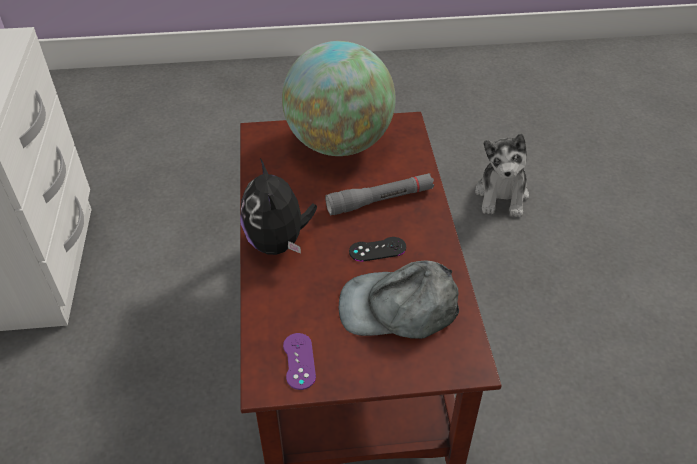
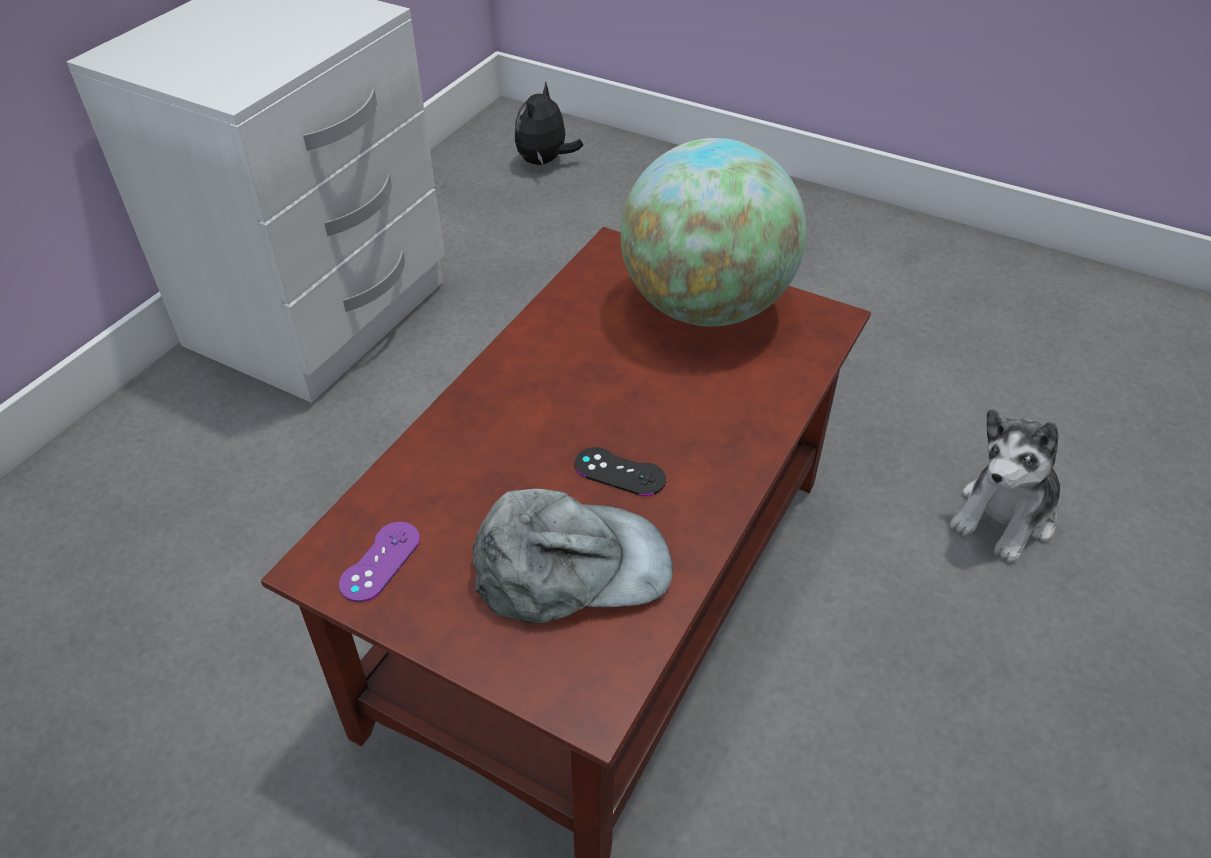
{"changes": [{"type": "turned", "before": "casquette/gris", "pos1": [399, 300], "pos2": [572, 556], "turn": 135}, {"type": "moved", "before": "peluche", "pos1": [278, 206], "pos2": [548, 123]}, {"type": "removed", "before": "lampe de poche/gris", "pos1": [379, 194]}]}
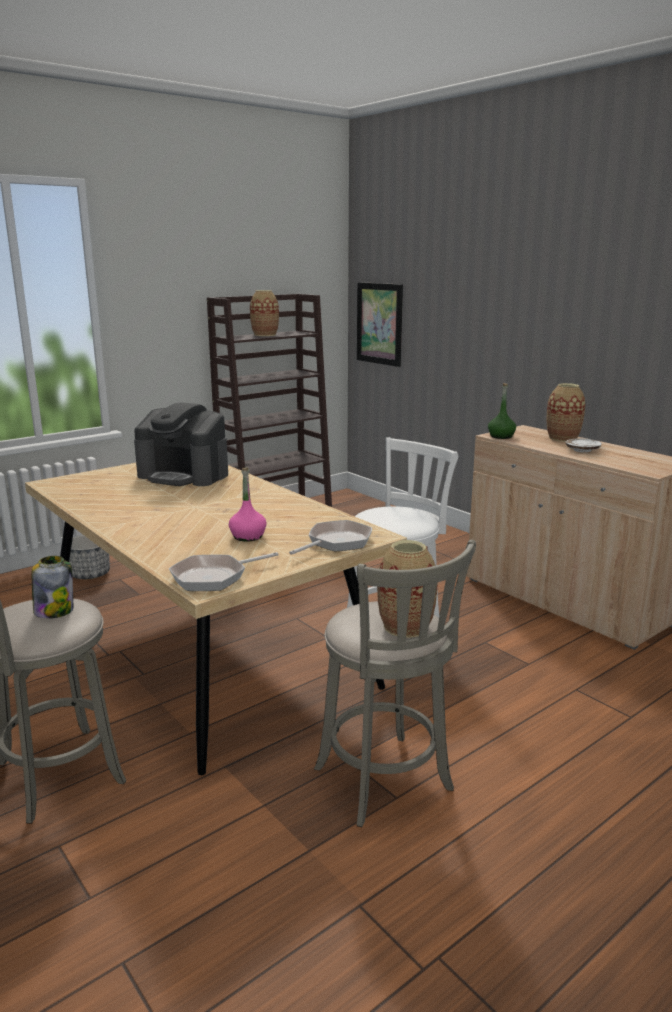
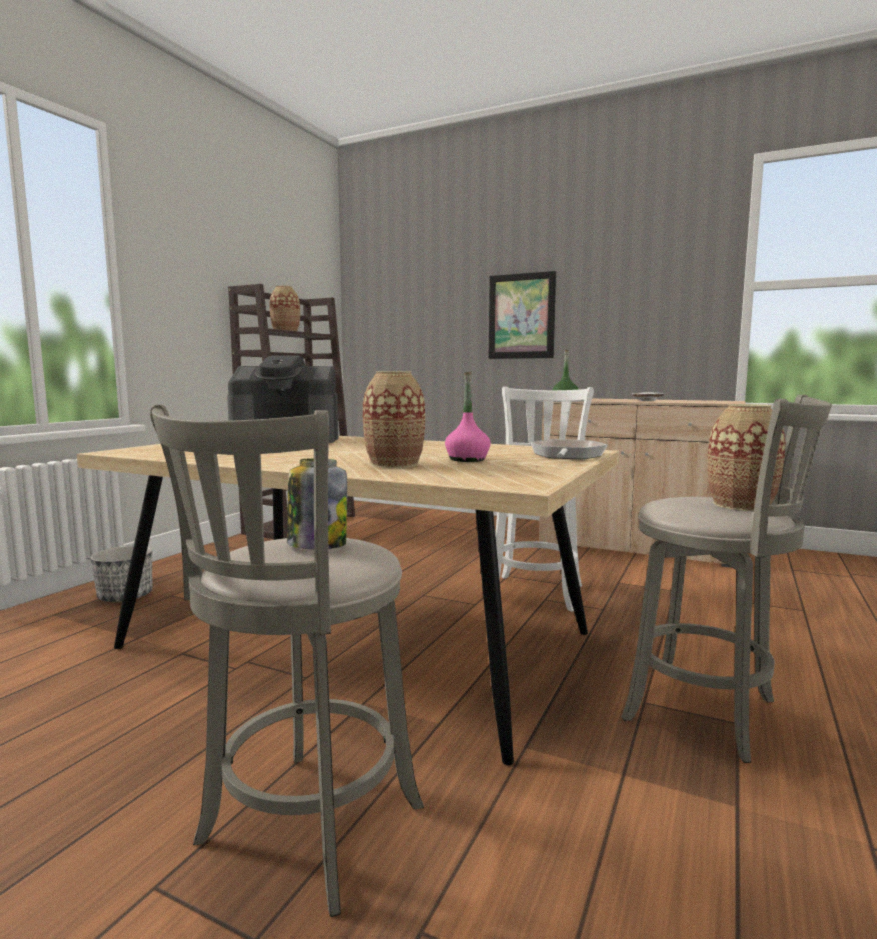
{"changes": [{"type": "moved", "before": "vase", "pos1": [565, 412], "pos2": [394, 419]}, {"type": "moved", "before": "tableau", "pos1": [380, 324], "pos2": [522, 315]}, {"type": "removed", "before": "poêle", "pos1": [224, 571]}]}
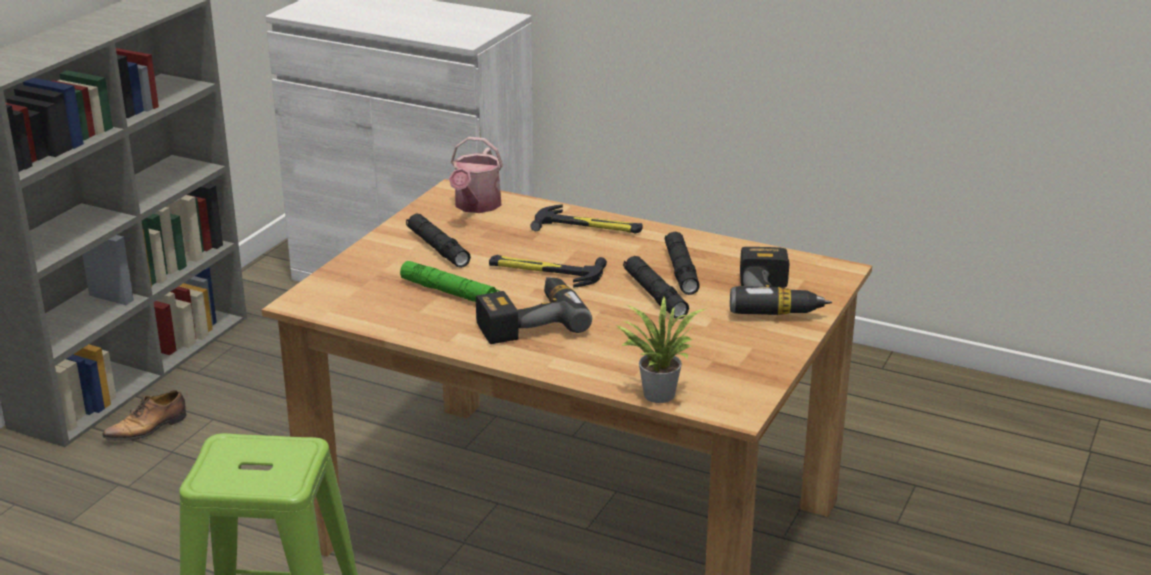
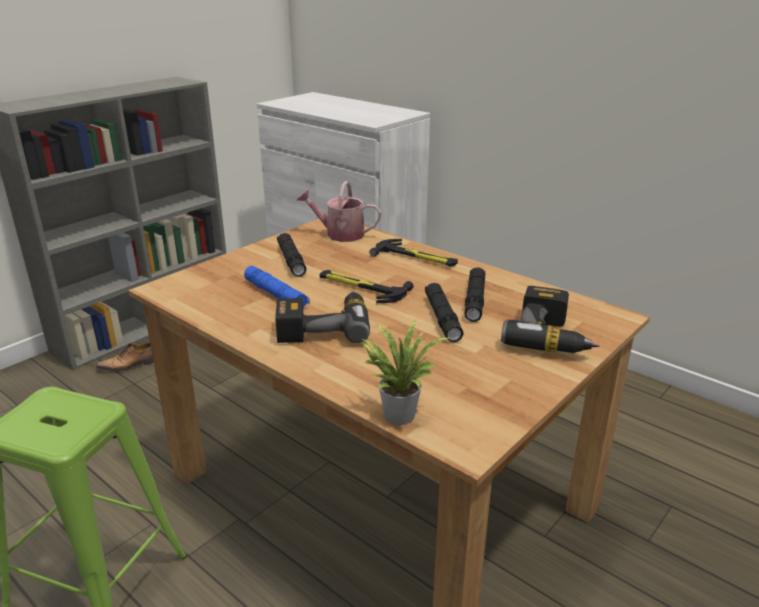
{"changes": [{"type": "recoloured", "before": "lampe de poche/vert", "after": "lampe de poche/bleu", "pos1": [450, 281], "pos2": [277, 287]}, {"type": "turned", "before": "arrosoir", "pos1": [476, 175], "pos2": [339, 211], "turn": 75}]}
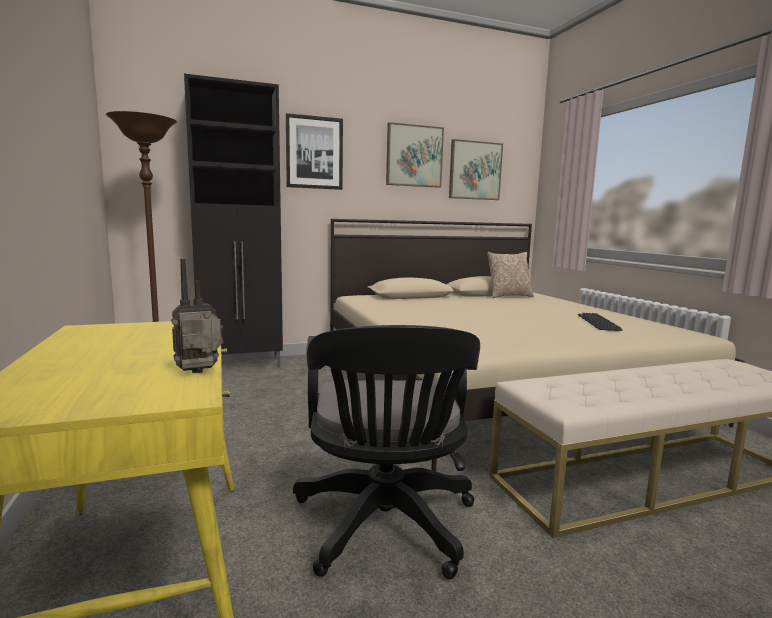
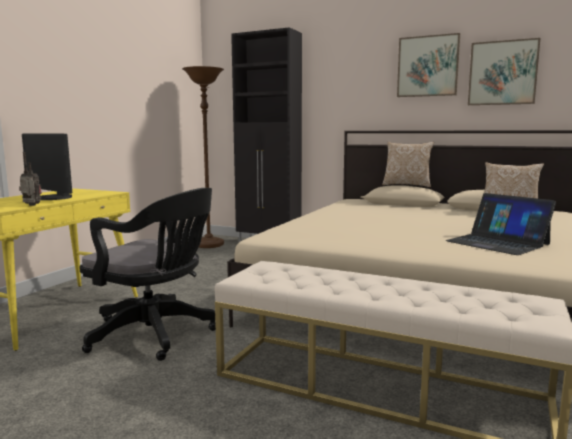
{"changes": [{"type": "added", "after": "écran d'ordinateur", "pos2": [47, 167]}, {"type": "turned", "before": "chaise de bureau/noir", "pos1": [386, 452], "pos2": [147, 274], "turn": -105}, {"type": "added", "after": "coussin", "pos2": [408, 164]}, {"type": "replaced", "before": "clavier", "after": "ordinateur portable", "pos1": [600, 322], "pos2": [501, 224]}, {"type": "removed", "before": "tableau", "pos1": [314, 151]}]}
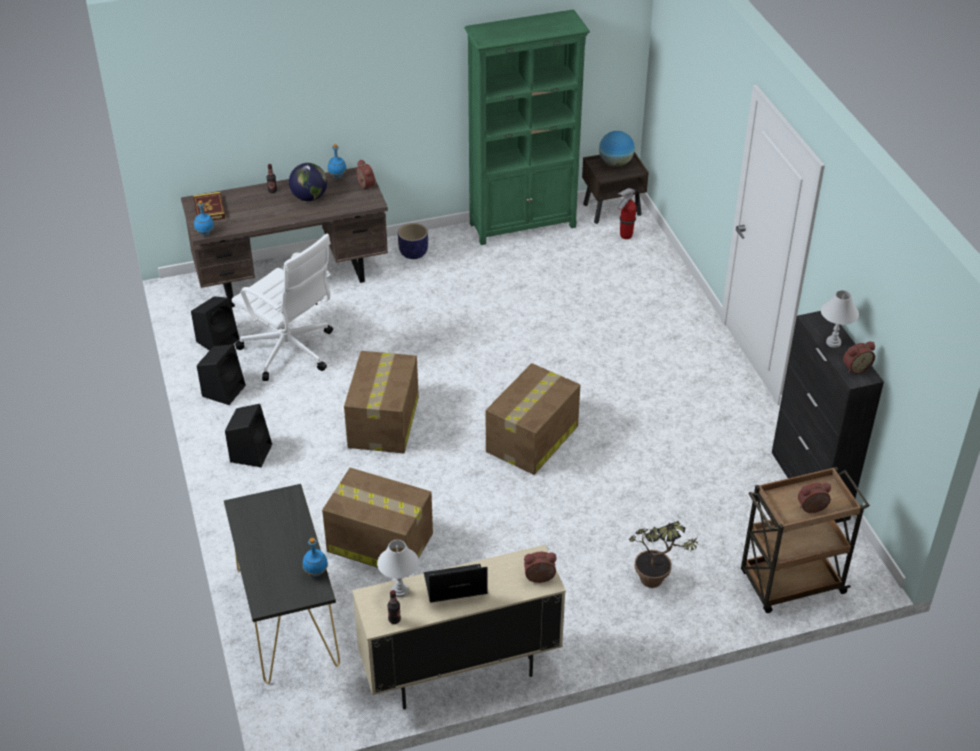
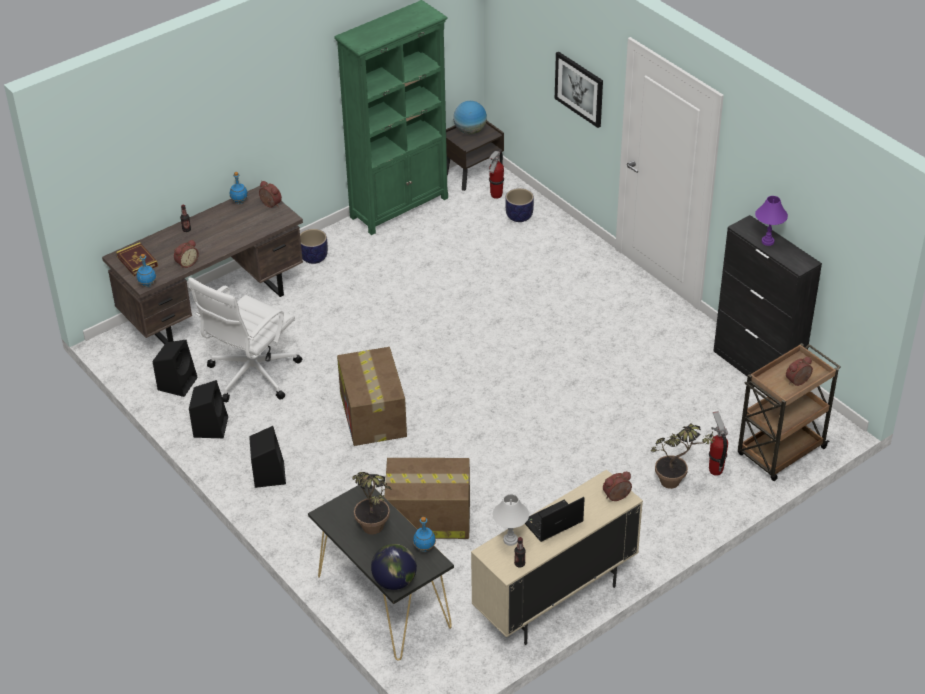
{"changes": [{"type": "moved", "before": "réveil", "pos1": [859, 357], "pos2": [186, 254]}, {"type": "turned", "before": "chaise de bureau/blanc", "pos1": [282, 307], "pos2": [245, 339], "turn": 105}, {"type": "added", "after": "plante en pot", "pos2": [372, 503]}, {"type": "moved", "before": "globe", "pos1": [308, 182], "pos2": [394, 567]}, {"type": "added", "after": "cache-pot", "pos2": [519, 205]}, {"type": "added", "after": "tableau", "pos2": [579, 90]}, {"type": "added", "after": "extincteur", "pos2": [718, 443]}, {"type": "recoloured", "before": "lampe de table/blanc", "after": "lampe de table/violet", "pos1": [840, 319], "pos2": [771, 221]}, {"type": "removed", "before": "carton", "pos1": [533, 419]}]}
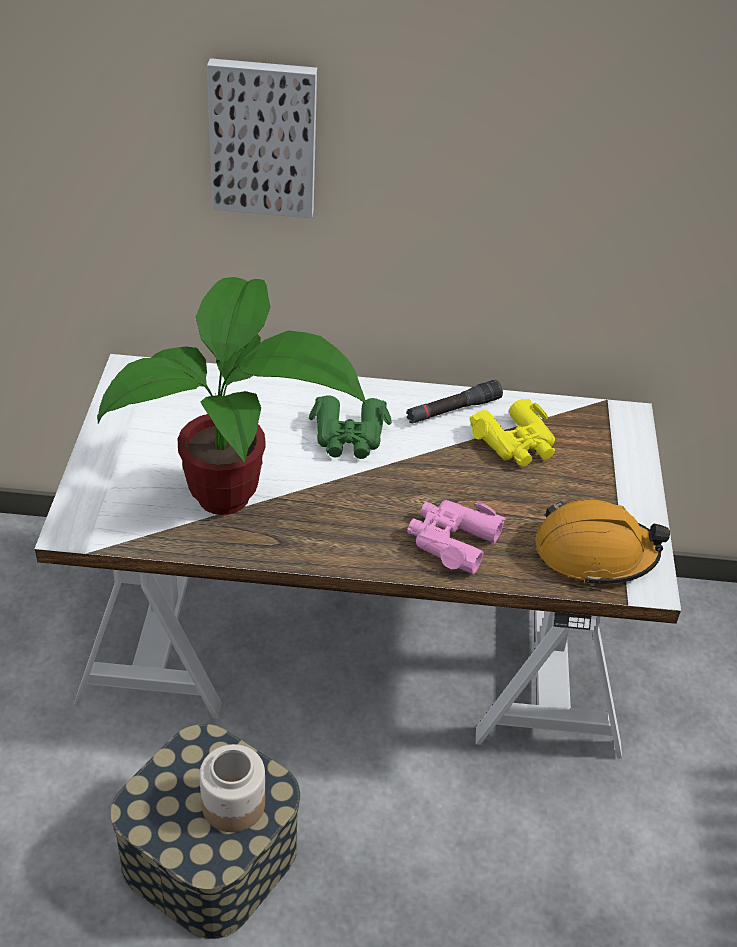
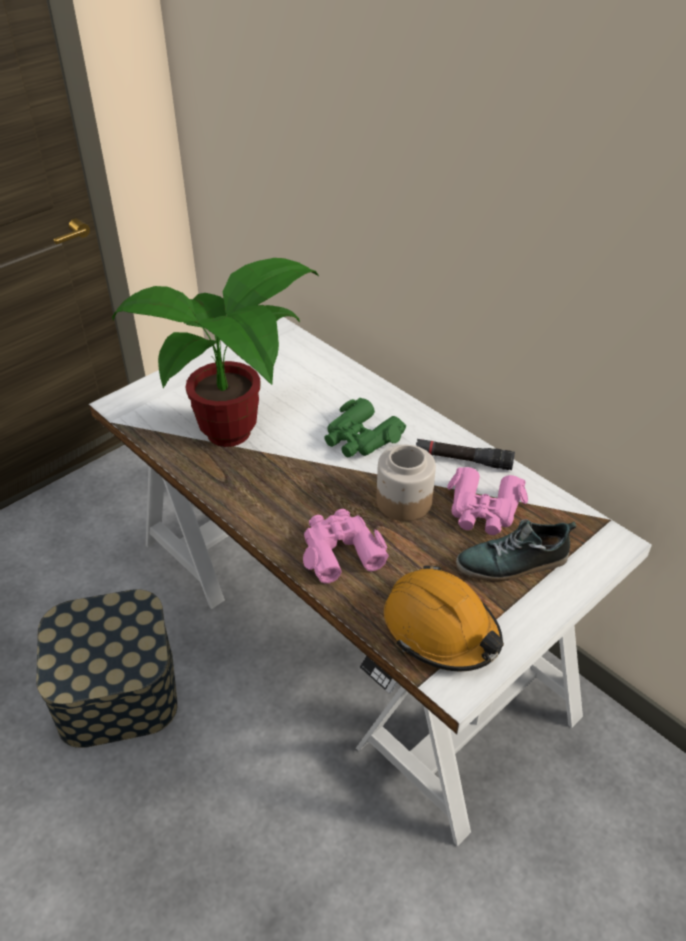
{"changes": [{"type": "moved", "before": "bocal", "pos1": [232, 788], "pos2": [406, 483]}, {"type": "recoloured", "before": "jumelles/jaune", "after": "jumelles/rose", "pos1": [512, 433], "pos2": [487, 501]}, {"type": "added", "after": "chaussure", "pos2": [516, 550]}, {"type": "removed", "before": "tableau", "pos1": [262, 138]}]}
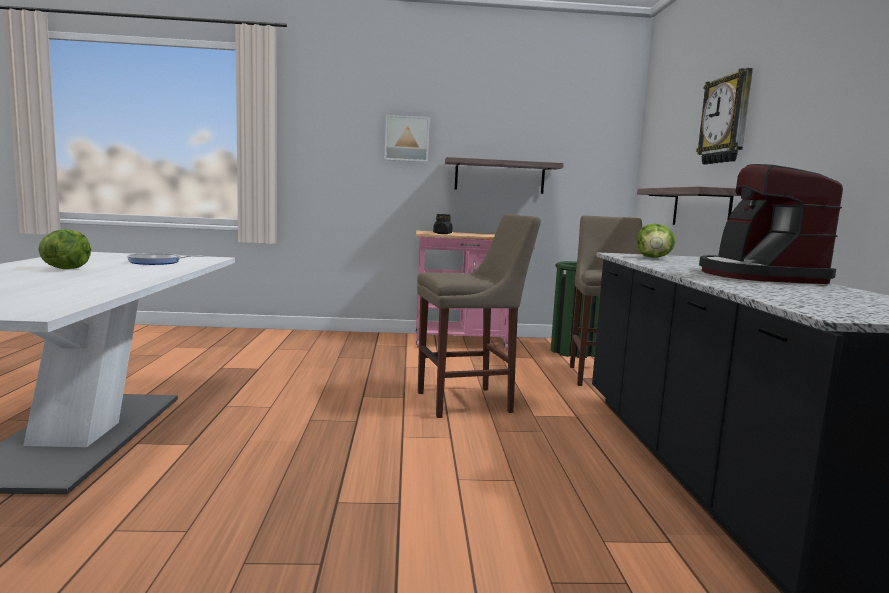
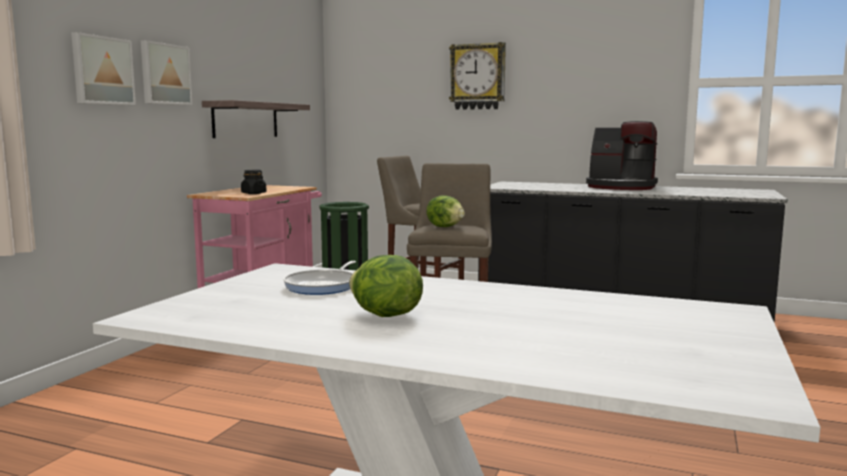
{"changes": [{"type": "added", "after": "tableau", "pos2": [103, 68]}, {"type": "moved", "before": "laitue", "pos1": [656, 241], "pos2": [445, 211]}, {"type": "removed", "before": "étagère", "pos1": [687, 205]}]}
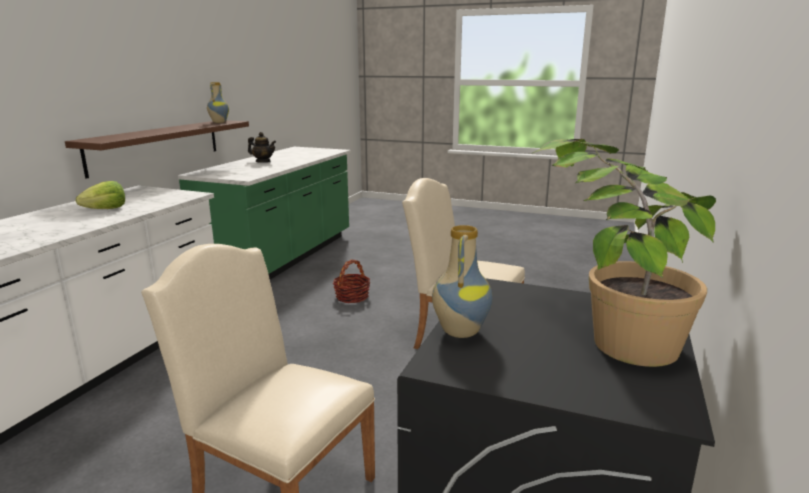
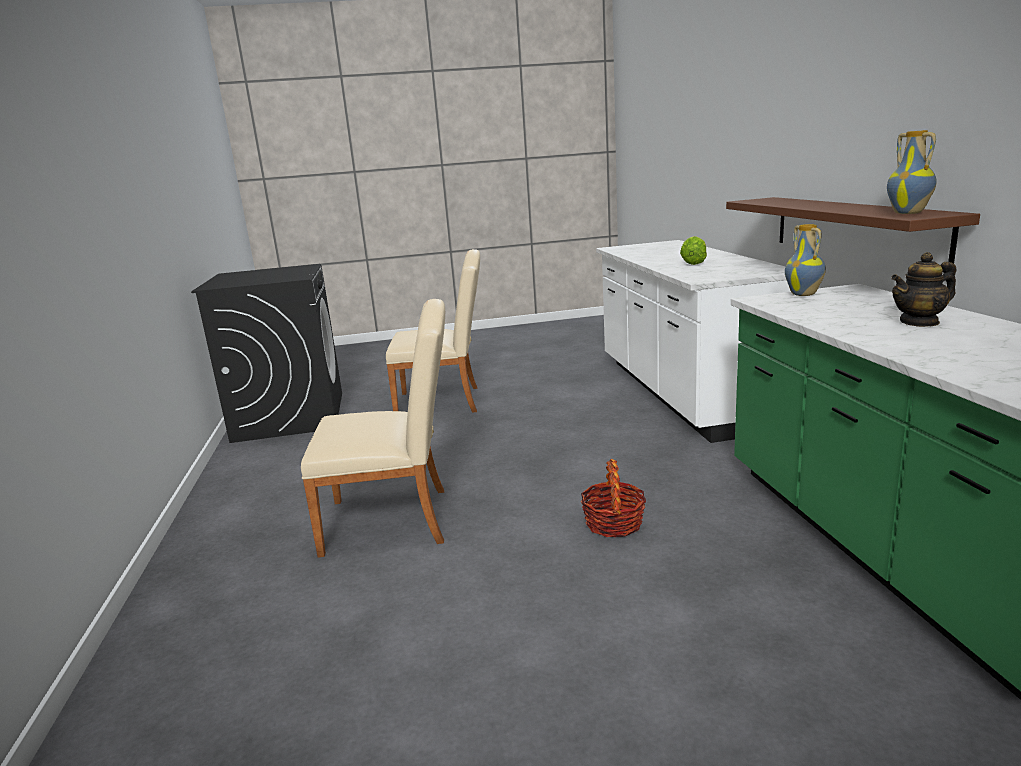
{"changes": [{"type": "moved", "before": "vase", "pos1": [462, 281], "pos2": [805, 260]}, {"type": "removed", "before": "plante en pot", "pos1": [623, 253]}]}
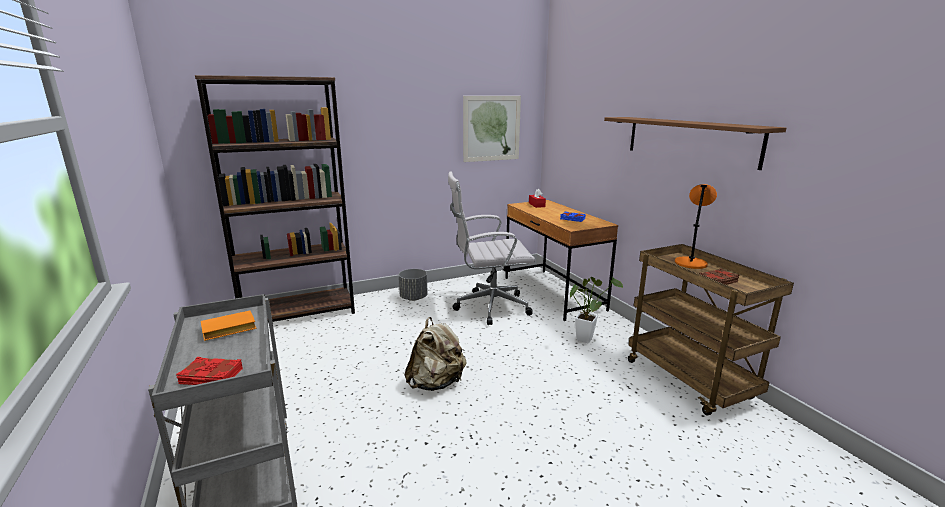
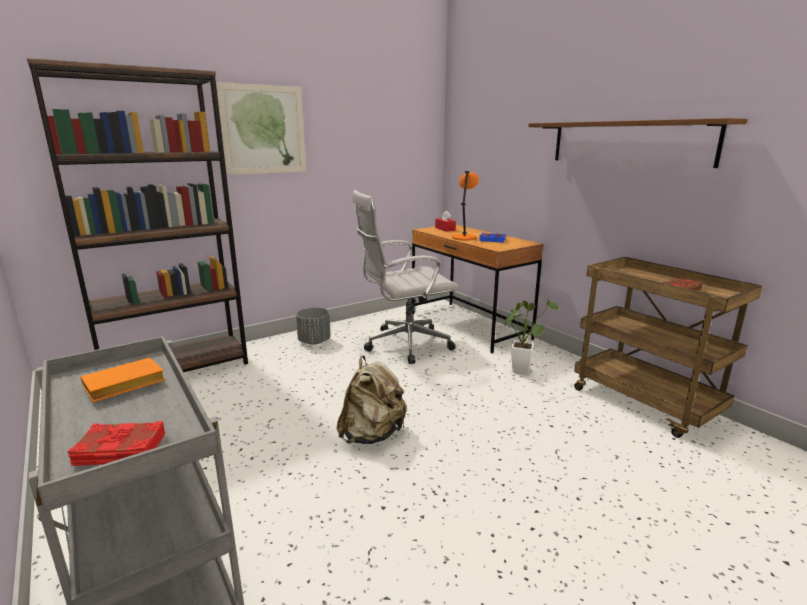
{"changes": [{"type": "moved", "before": "tableau", "pos1": [492, 129], "pos2": [261, 128]}, {"type": "moved", "before": "lampe de table/orange", "pos1": [696, 226], "pos2": [465, 206]}]}
